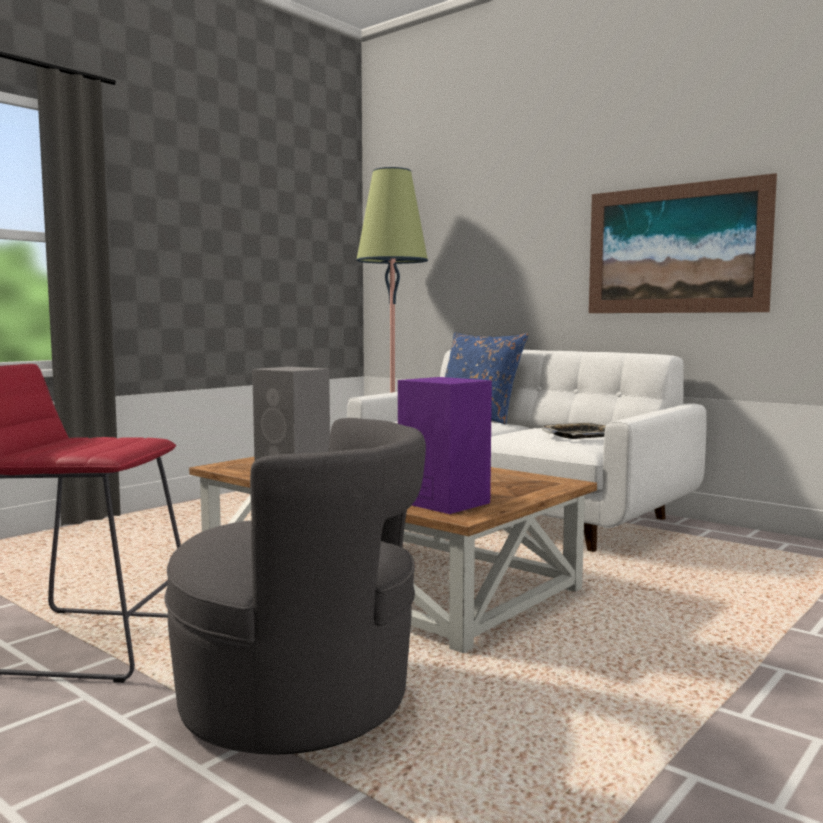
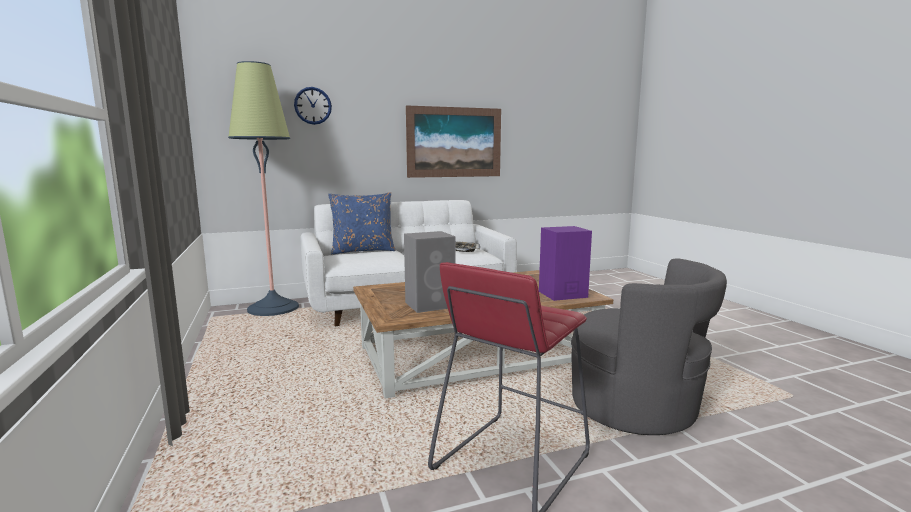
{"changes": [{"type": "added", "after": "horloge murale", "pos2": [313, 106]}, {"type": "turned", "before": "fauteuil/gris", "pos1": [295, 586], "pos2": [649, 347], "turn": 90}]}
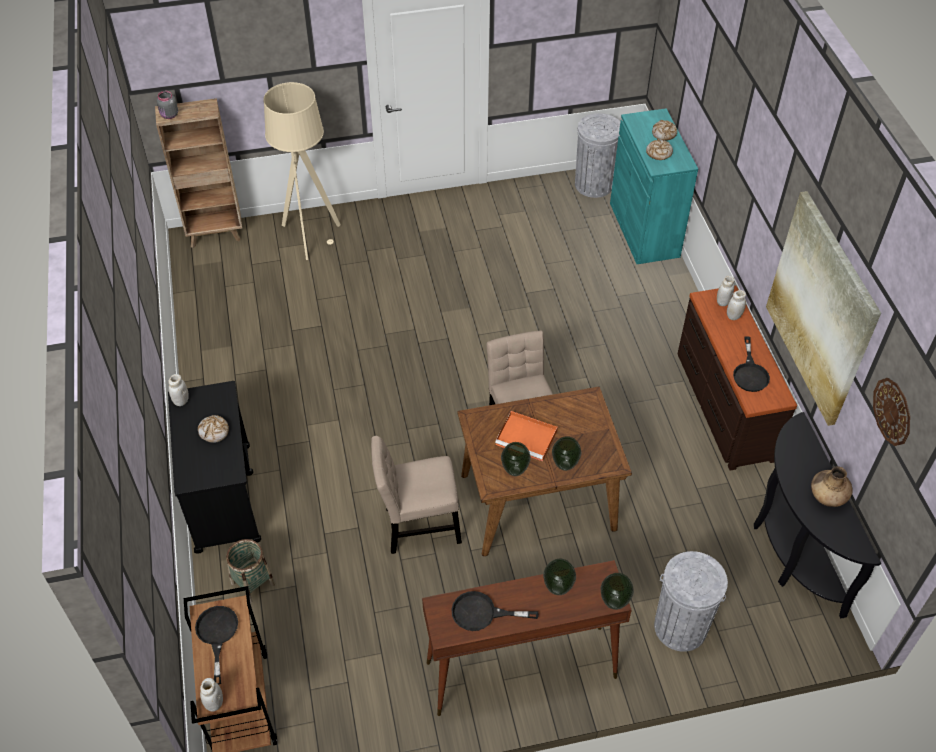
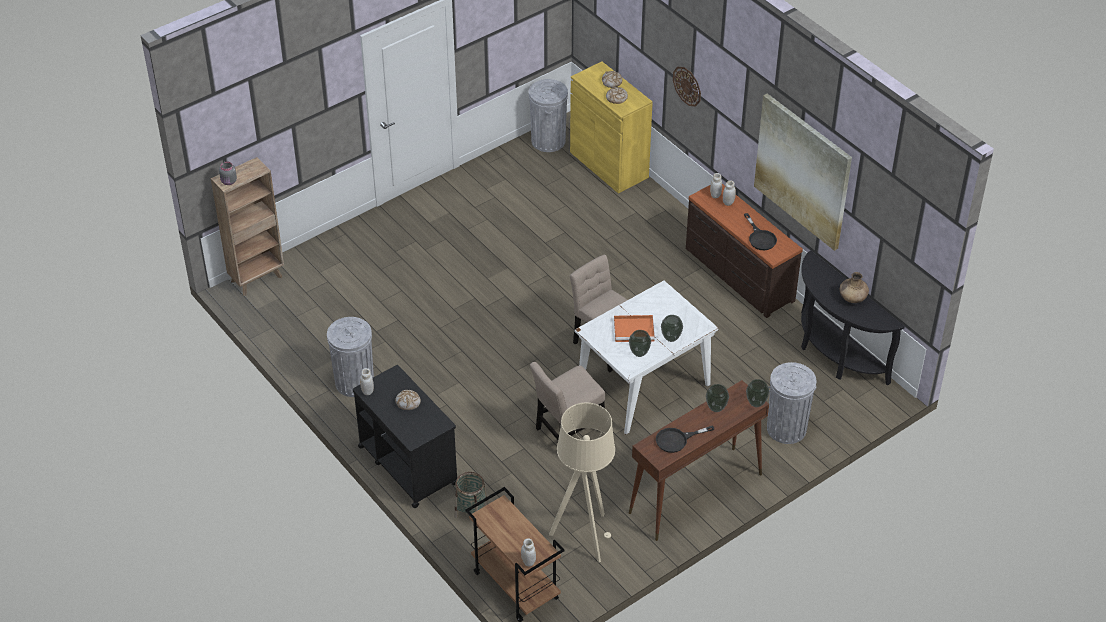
{"changes": [{"type": "added", "after": "poubelle/gris", "pos2": [350, 357]}, {"type": "moved", "before": "lampadaire/beige", "pos1": [302, 171], "pos2": [582, 482]}, {"type": "recoloured", "before": "meuble de rangement/turquoise", "after": "meuble de rangement/jaune", "pos1": [654, 186], "pos2": [611, 128]}, {"type": "recoloured", "before": "table à manger/marron", "after": "table à manger/blanc", "pos1": [544, 471], "pos2": [647, 357]}, {"type": "moved", "before": "horloge murale", "pos1": [891, 412], "pos2": [687, 87]}, {"type": "removed", "before": "poêle/noir", "pos1": [216, 645]}]}
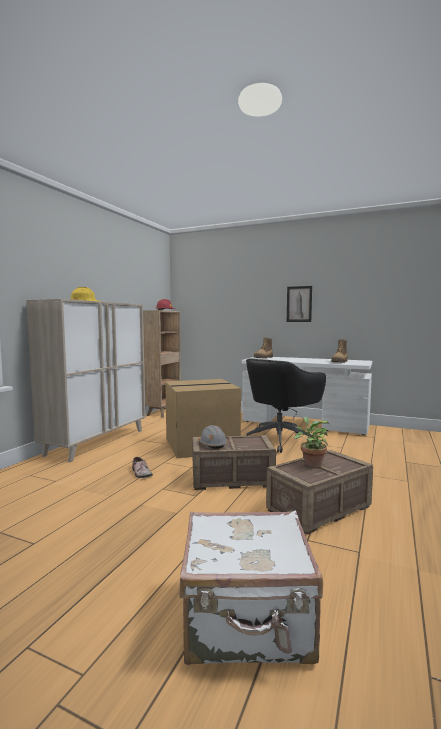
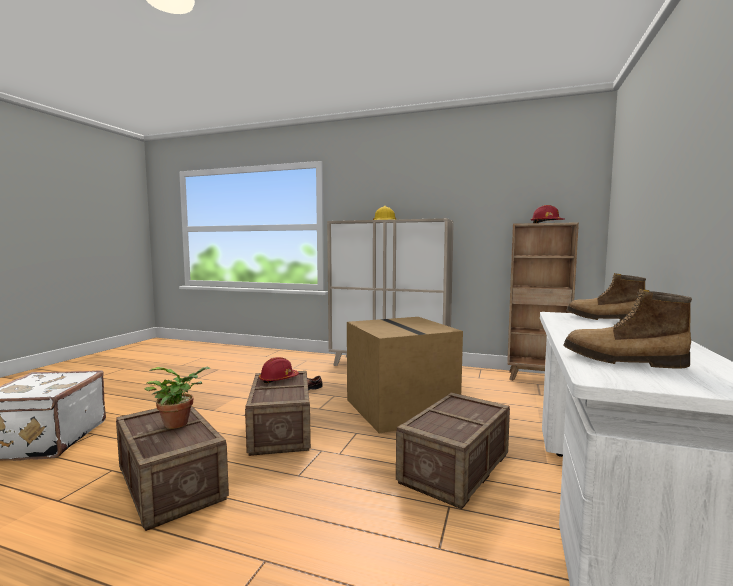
{"changes": [{"type": "recoloured", "before": "casque de chantier/gris", "after": "casque de chantier/rouge", "pos1": [212, 437], "pos2": [279, 370]}, {"type": "replaced", "before": "chaise de bureau/noir", "after": "caisse", "pos1": [286, 405], "pos2": [453, 450]}, {"type": "removed", "before": "tableau", "pos1": [299, 304]}]}
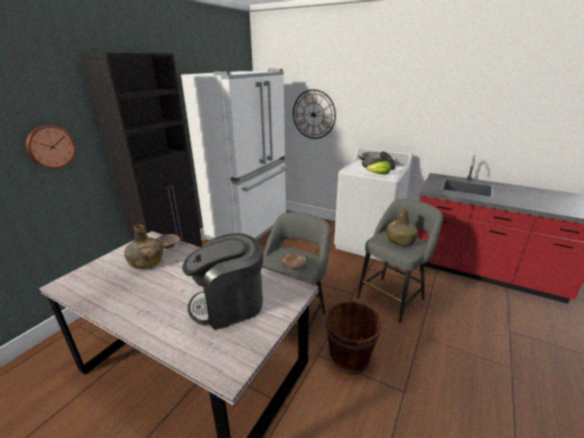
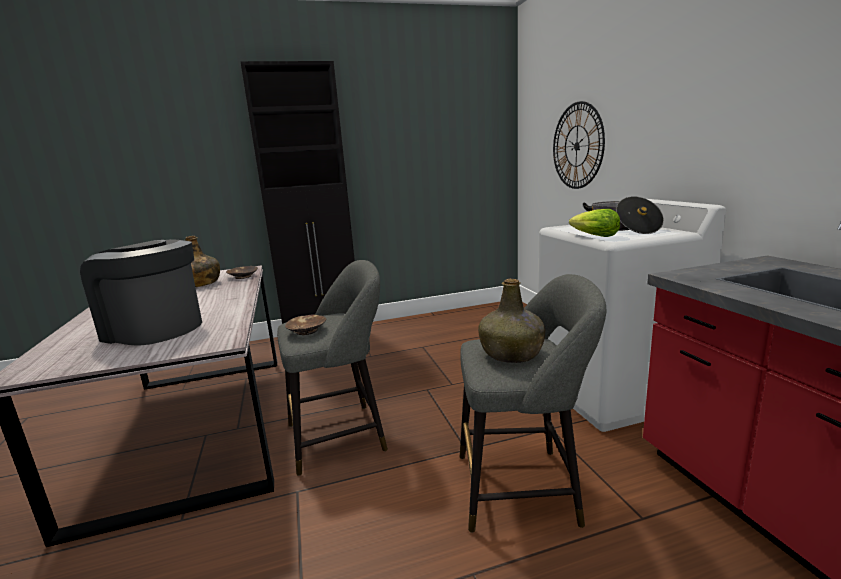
{"changes": [{"type": "removed", "before": "horloge murale", "pos1": [51, 147]}, {"type": "removed", "before": "réfrigérateur/blanc", "pos1": [234, 154]}, {"type": "removed", "before": "seau/marron", "pos1": [353, 337]}]}
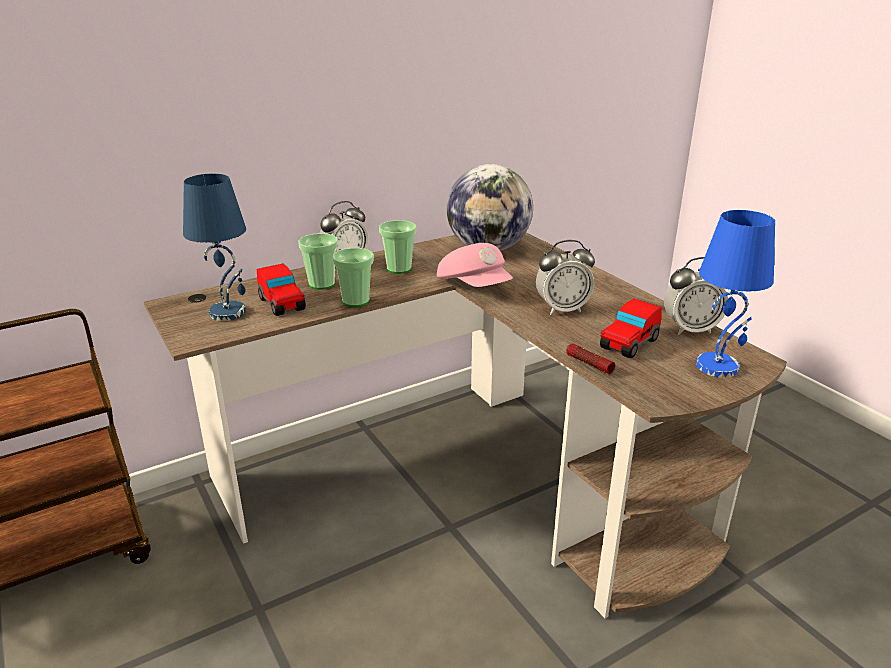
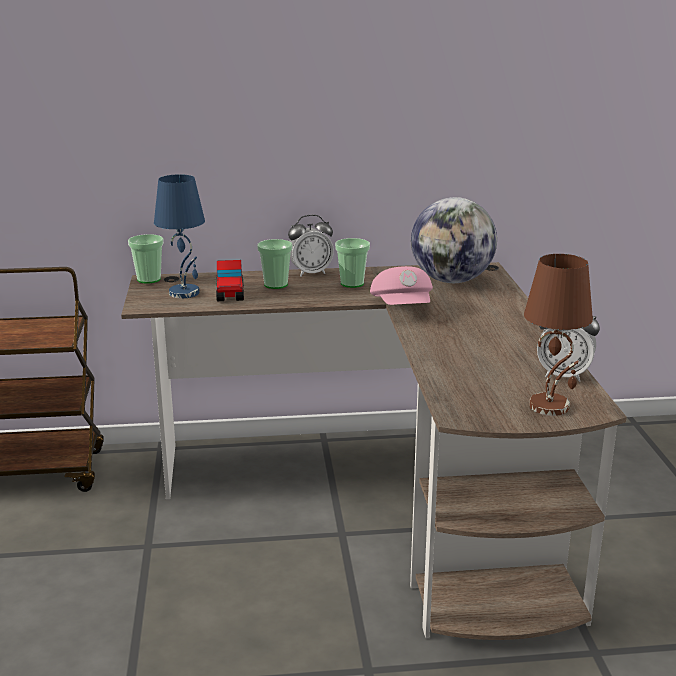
{"changes": [{"type": "moved", "before": "tasse", "pos1": [353, 277], "pos2": [146, 259]}, {"type": "recoloured", "before": "lampe de table/bleu", "after": "lampe de table/marron", "pos1": [735, 294], "pos2": [558, 335]}, {"type": "removed", "before": "réveil", "pos1": [565, 277]}, {"type": "removed", "before": "lampe de poche", "pos1": [590, 359]}, {"type": "removed", "before": "petite voiture", "pos1": [631, 328]}]}
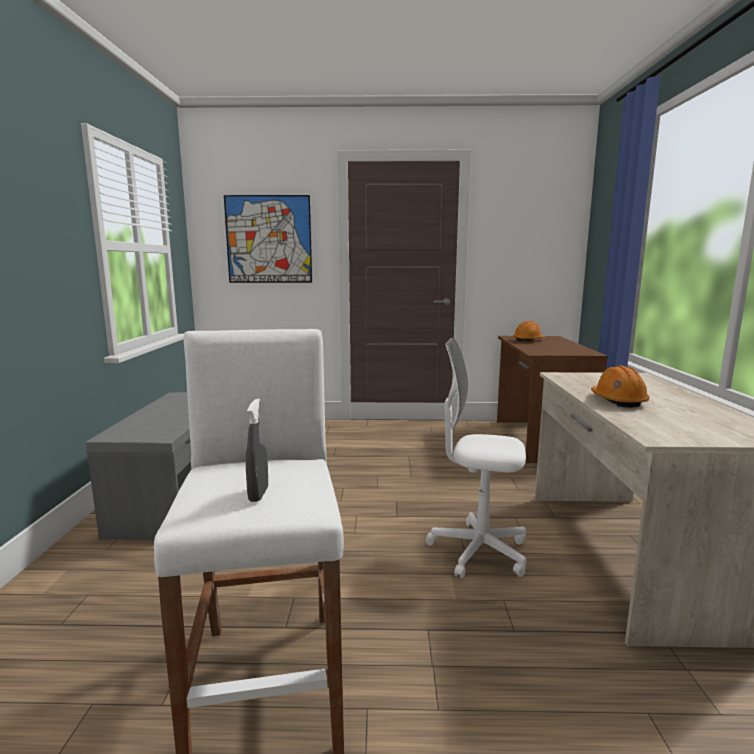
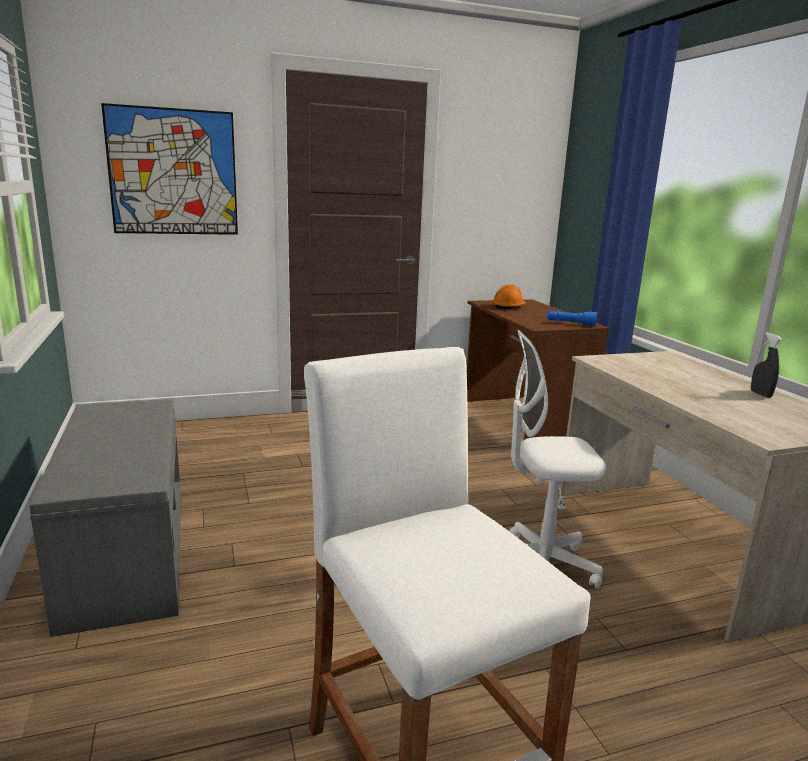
{"changes": [{"type": "added", "after": "lampe de poche/bleu", "pos2": [571, 318]}, {"type": "moved", "before": "vaporisateur/gris", "pos1": [257, 450], "pos2": [766, 365]}, {"type": "removed", "before": "casque de chantier/orange", "pos1": [620, 386]}]}
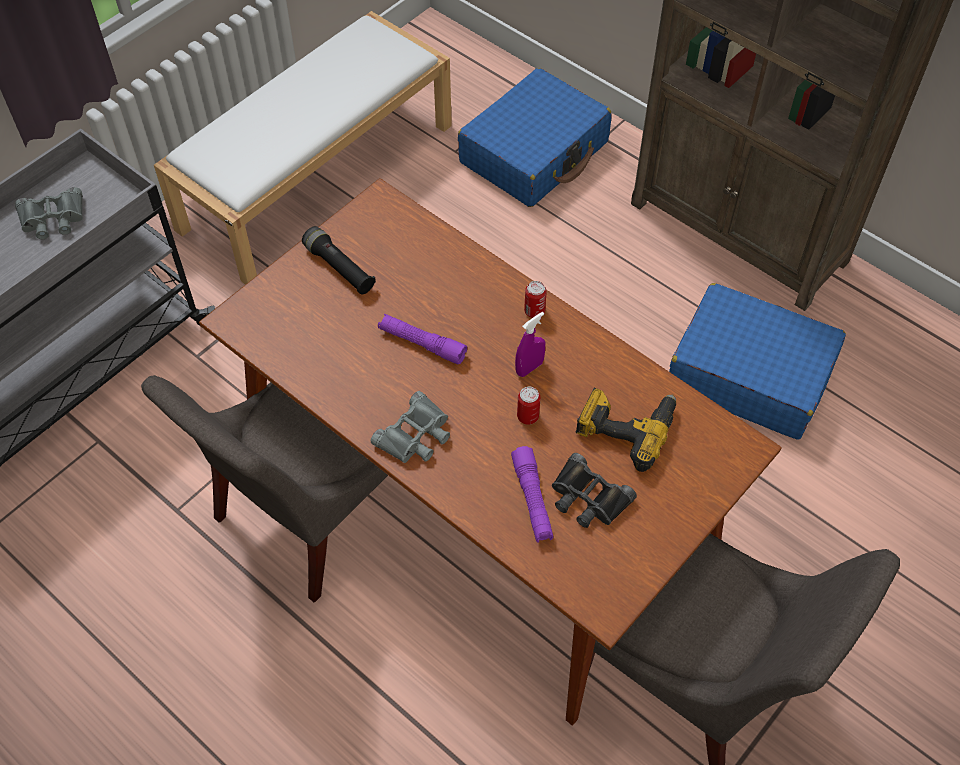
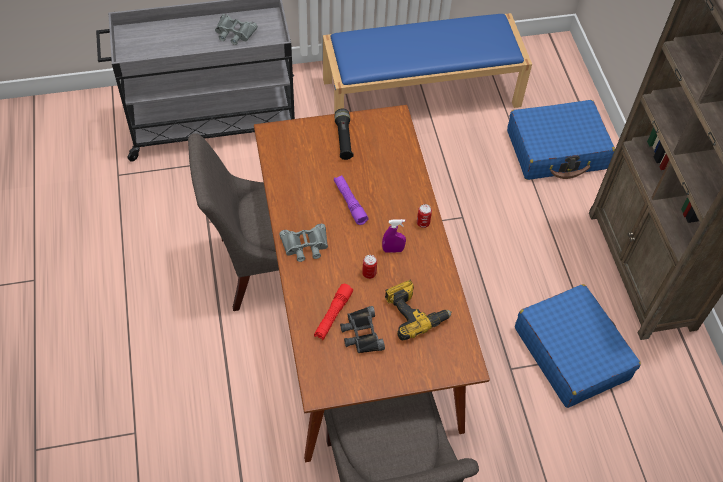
{"changes": [{"type": "recoloured", "before": "lampe de poche/violet", "after": "lampe de poche/rouge", "pos1": [532, 494], "pos2": [333, 312]}, {"type": "recoloured", "before": "banc/blanc", "after": "banc/bleu", "pos1": [303, 148], "pos2": [427, 63]}]}
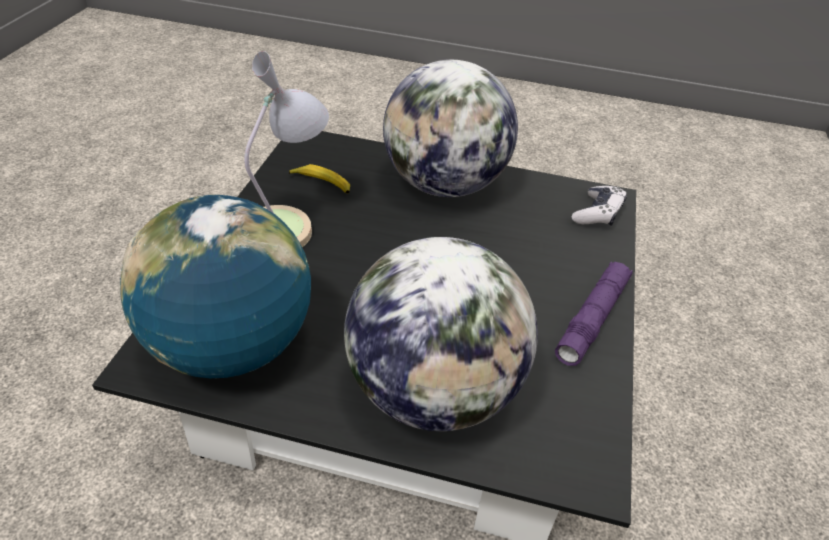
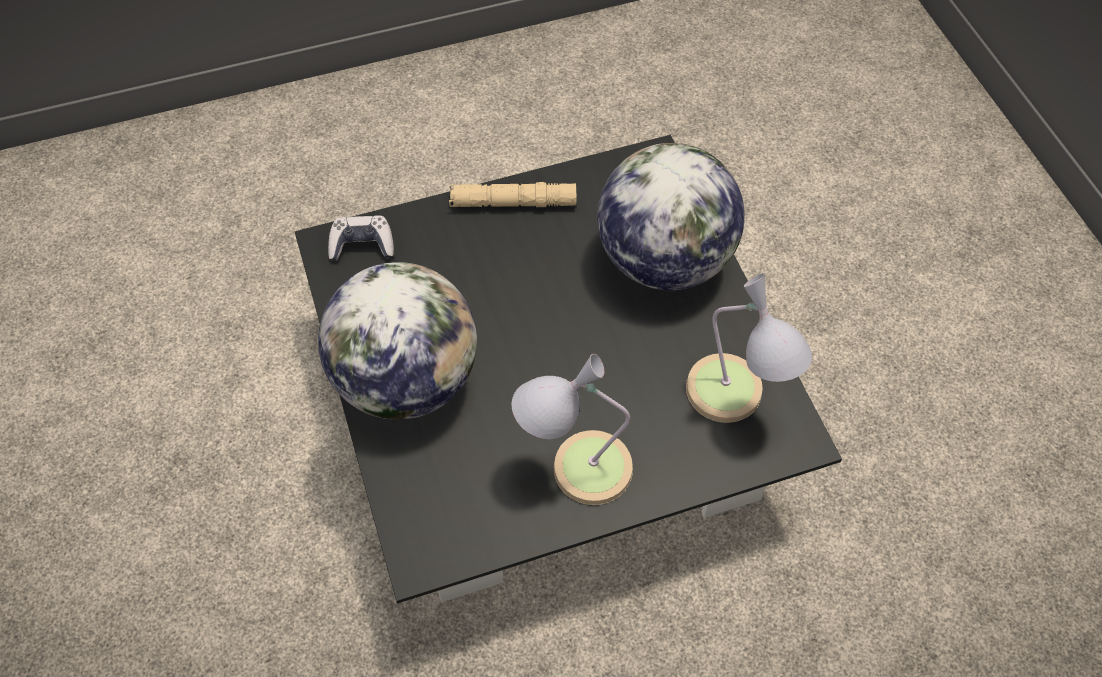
{"changes": [{"type": "recoloured", "before": "lampe de poche/violet", "after": "lampe de poche/beige", "pos1": [594, 313], "pos2": [512, 194]}, {"type": "replaced", "before": "globe", "after": "lampe de table", "pos1": [215, 287], "pos2": [749, 348]}, {"type": "removed", "before": "banane", "pos1": [319, 179]}]}
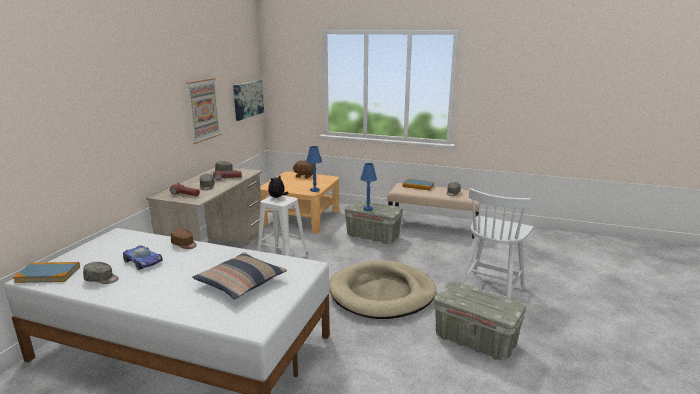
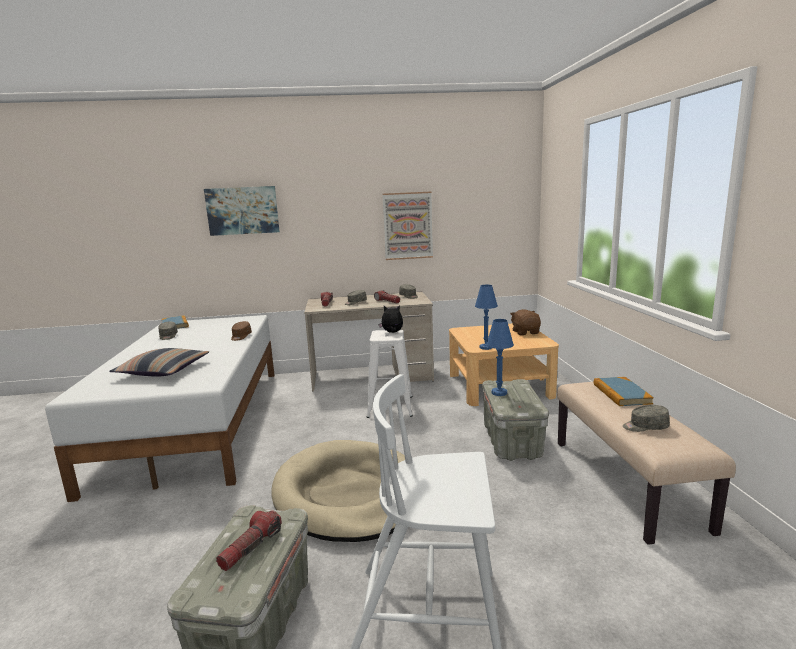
{"changes": [{"type": "moved", "before": "tableau", "pos1": [248, 100], "pos2": [242, 211]}, {"type": "added", "after": "lampe de poche", "pos2": [249, 540]}, {"type": "removed", "before": "petite voiture", "pos1": [142, 258]}]}
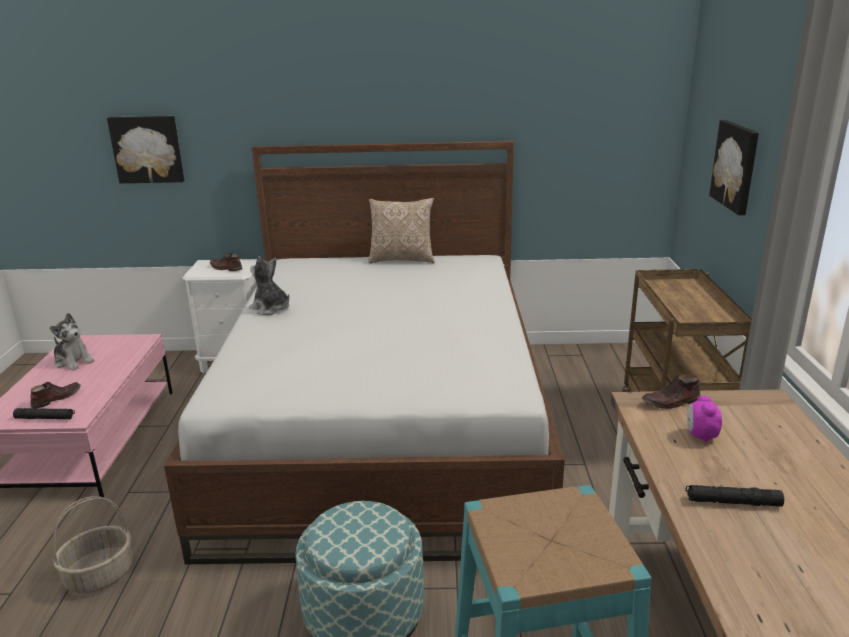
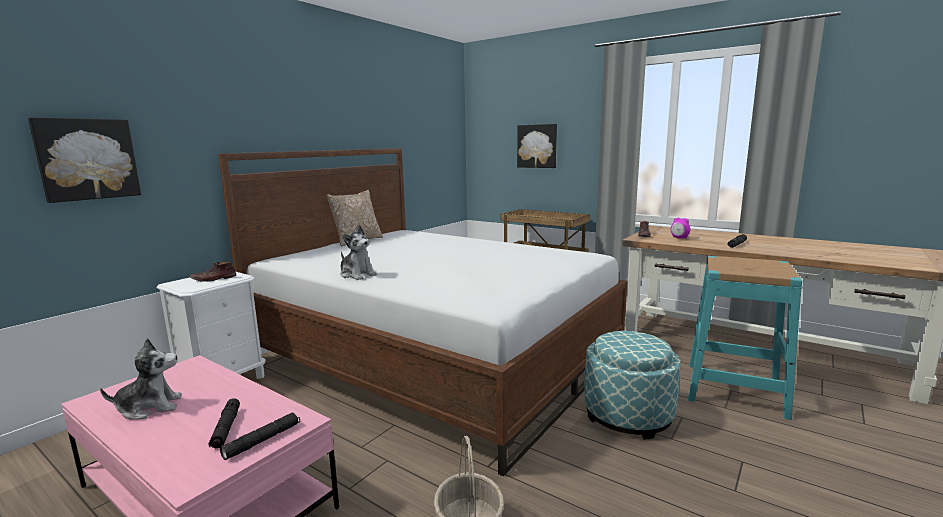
{"changes": [{"type": "replaced", "before": "chaussure/marron", "after": "lampe de poche/noir", "pos1": [55, 395], "pos2": [224, 423]}, {"type": "turned", "before": "peluche", "pos1": [269, 285], "pos2": [358, 252], "turn": -120}]}
